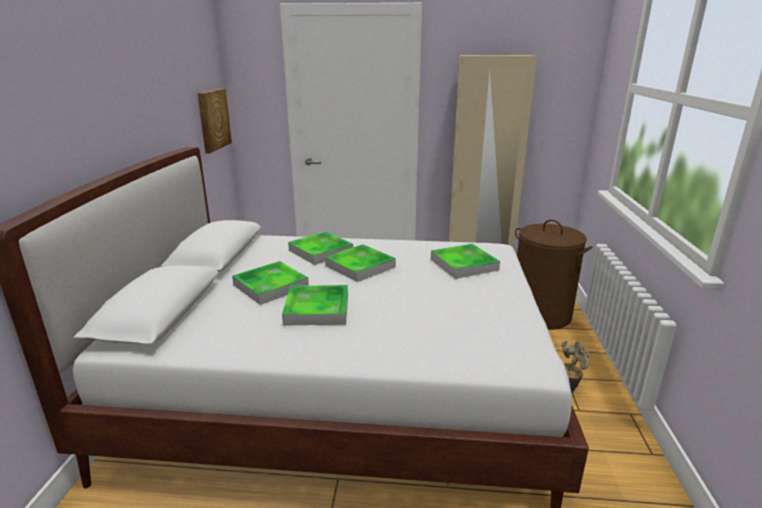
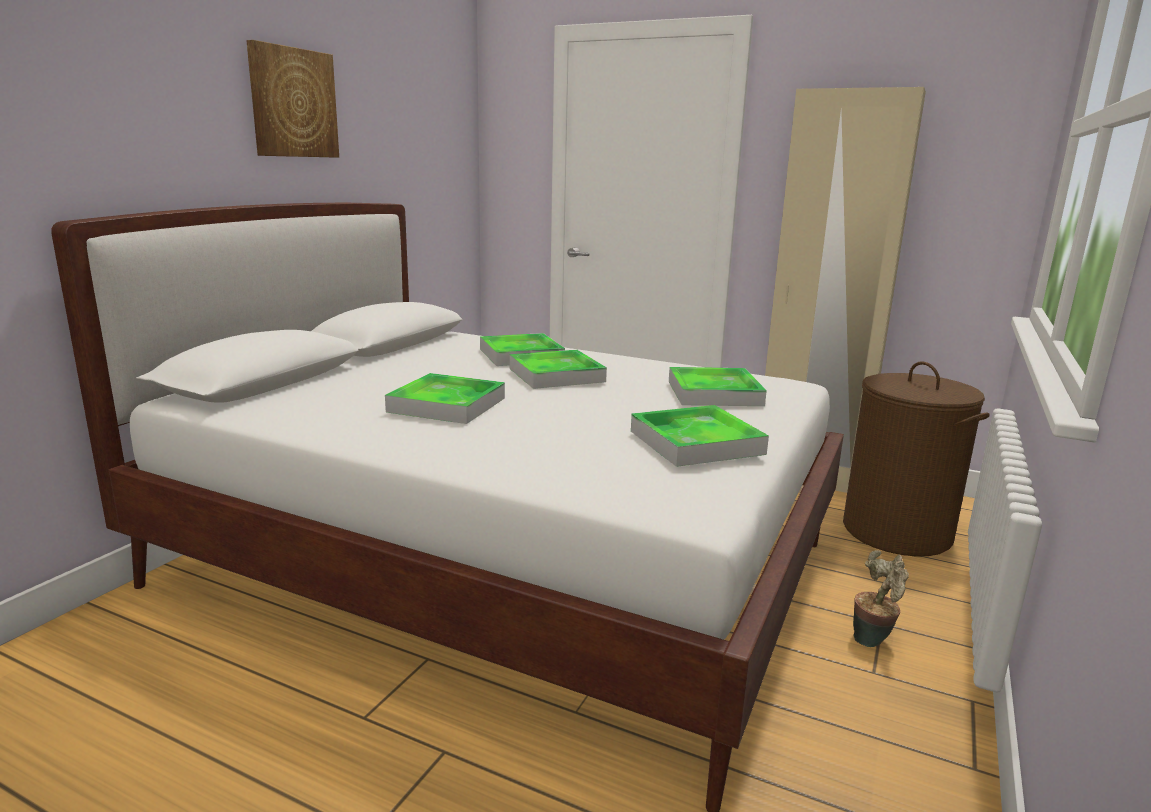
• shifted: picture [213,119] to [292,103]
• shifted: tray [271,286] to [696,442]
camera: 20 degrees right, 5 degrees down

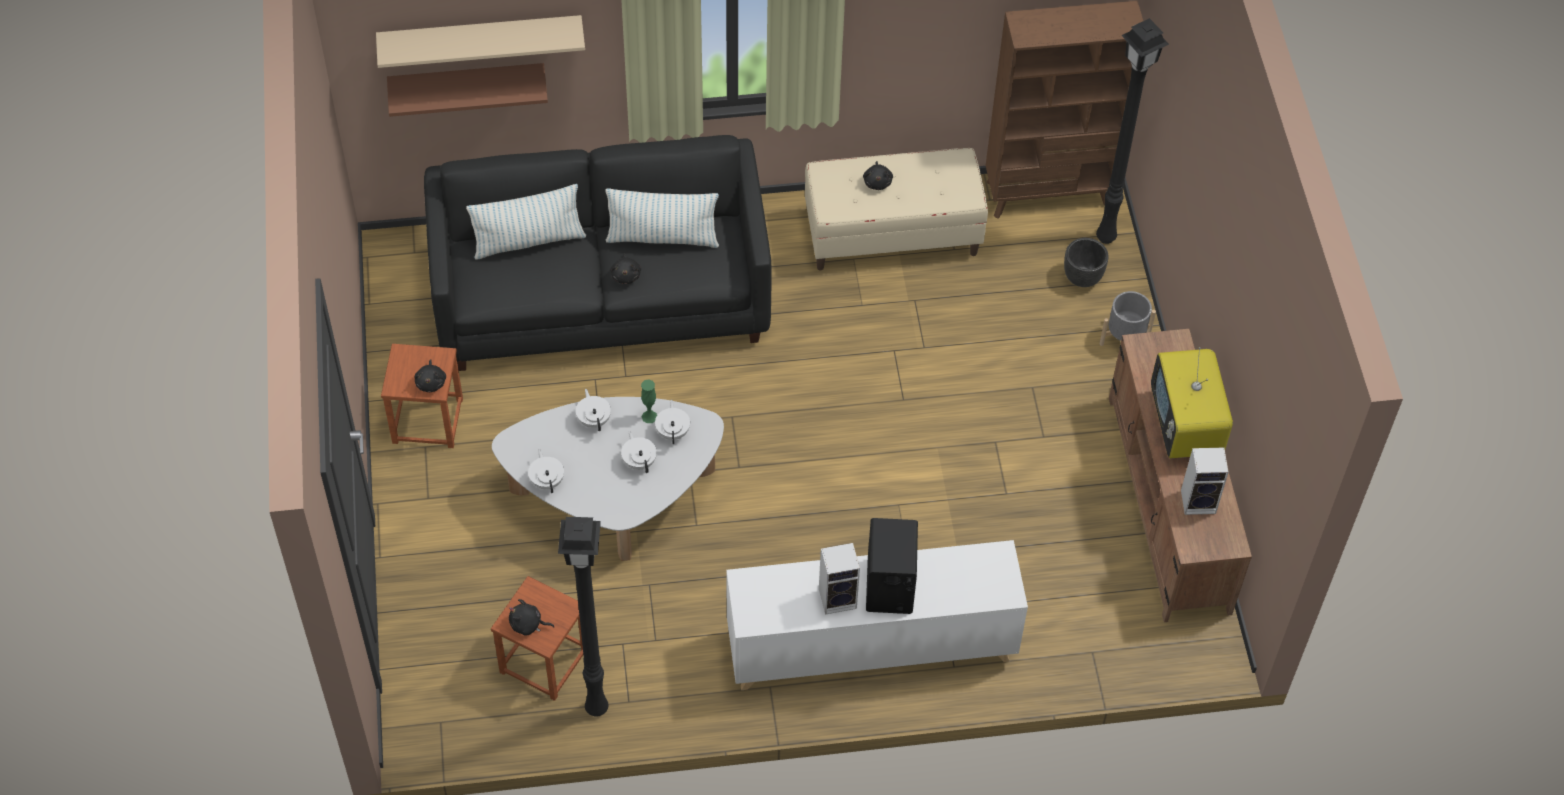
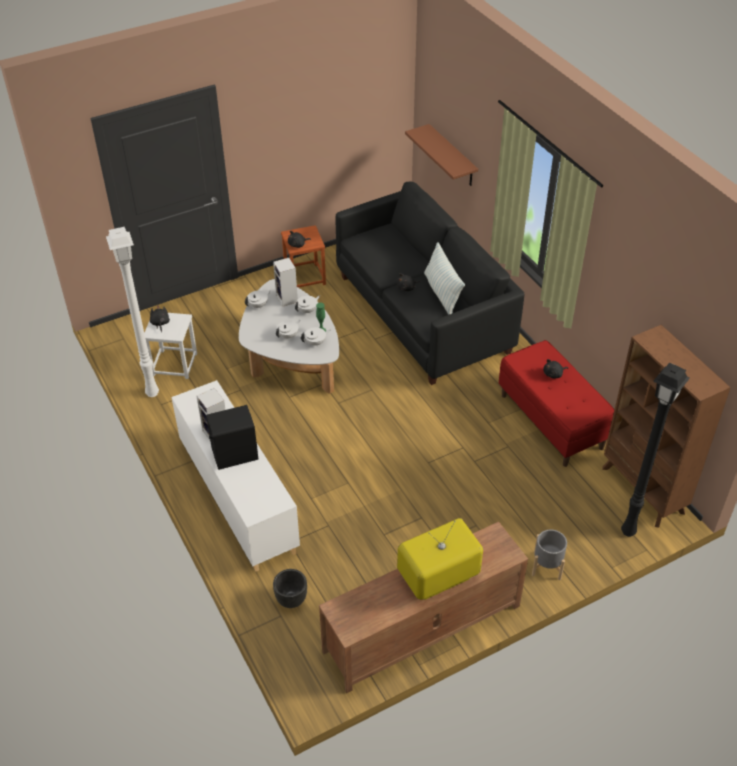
• gone: beige-coloured wall shelf [480,38]
• gone: cushion [528,241]
• repainted: brownish stool seat [545,661] to whitish stool seat [174,364]
• repainted: black-coloured floor lamp [595,709] to whitish floor lamp [151,393]
• repainted: beige-coloured long seat [892,235] to red long seat [551,421]
• shifted: black-coloured plant pot [1082,278] to [291,599]
• shifted: loudspeaker [1199,501] to [287,299]
camera: 70 degrees right, 10 degrees down

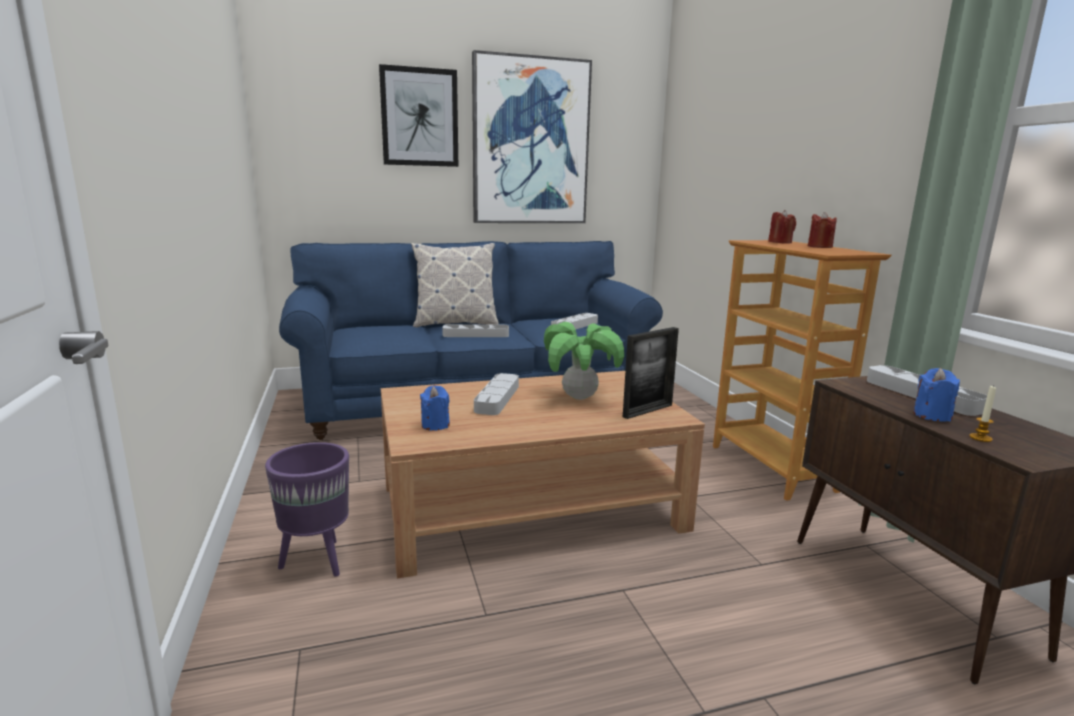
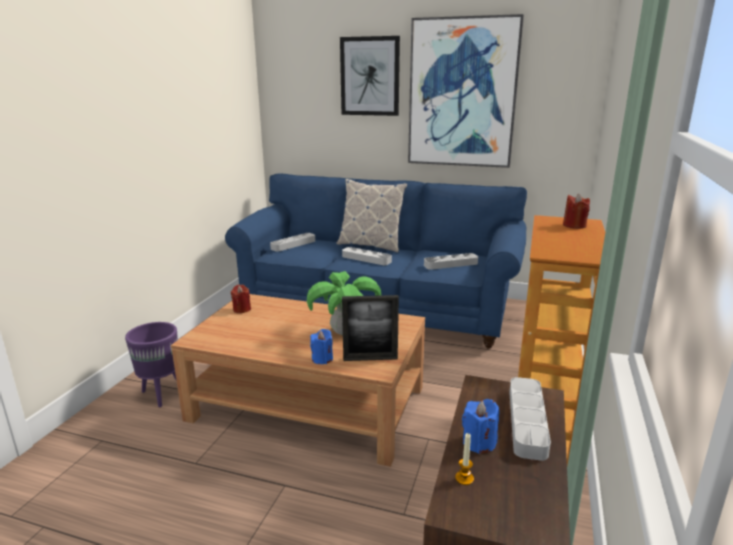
• shifted: blue candle [435,425] to [322,359]
• shifted: grey tray [497,398] to [293,244]
• shifted: red candle [819,247] to [242,309]
camera: 35 degrees right, 5 degrees up

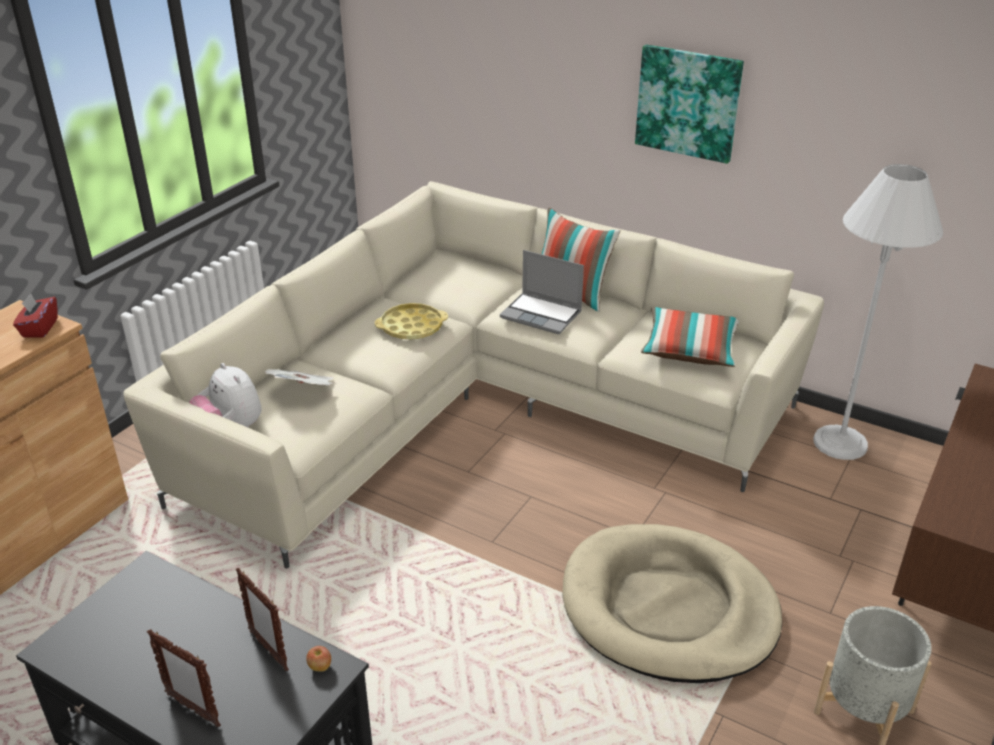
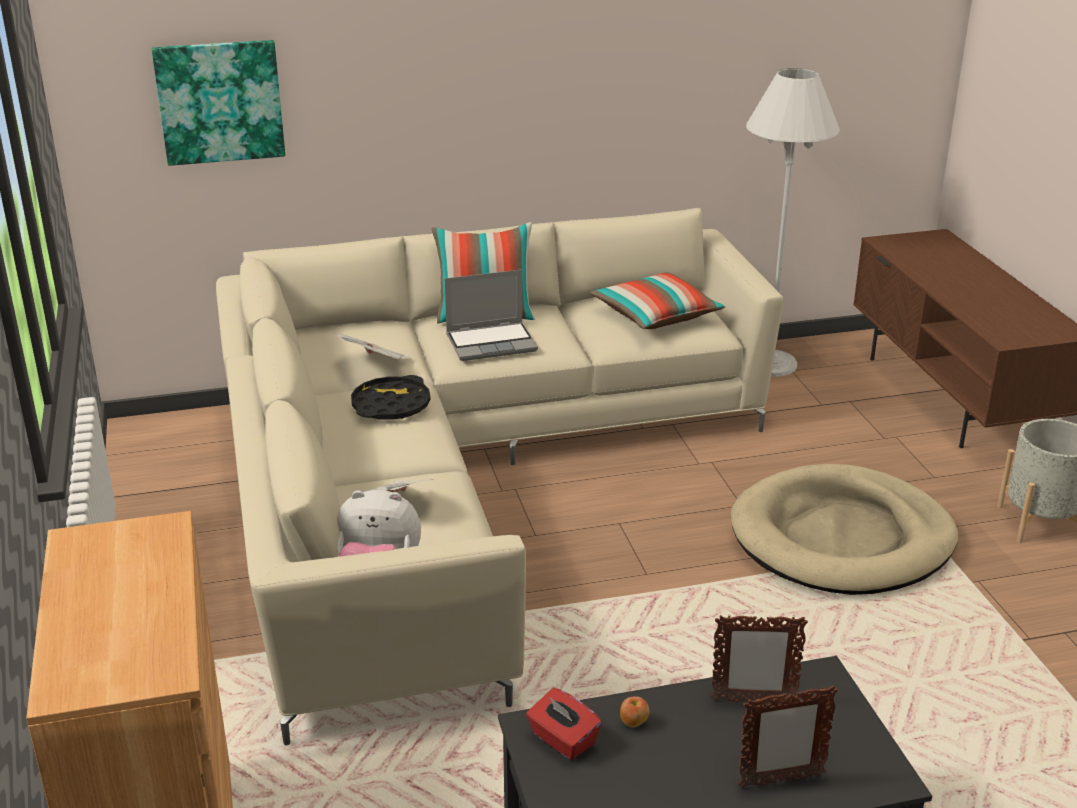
• shifted: red tissue holder [39,328] to [562,740]
• shifted: apple [320,667] to [634,723]
• repainted: yellow tray [411,327] to black-coloured tray [391,405]
• shifted: picture [688,103] to [220,102]
• new: daily paper [375,365]
camera: 45 degrees left, 5 degrees down

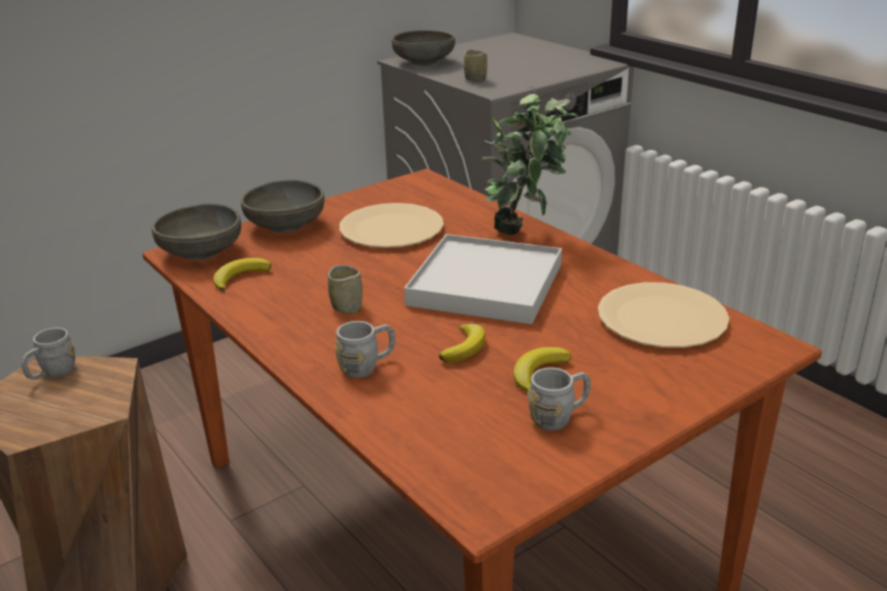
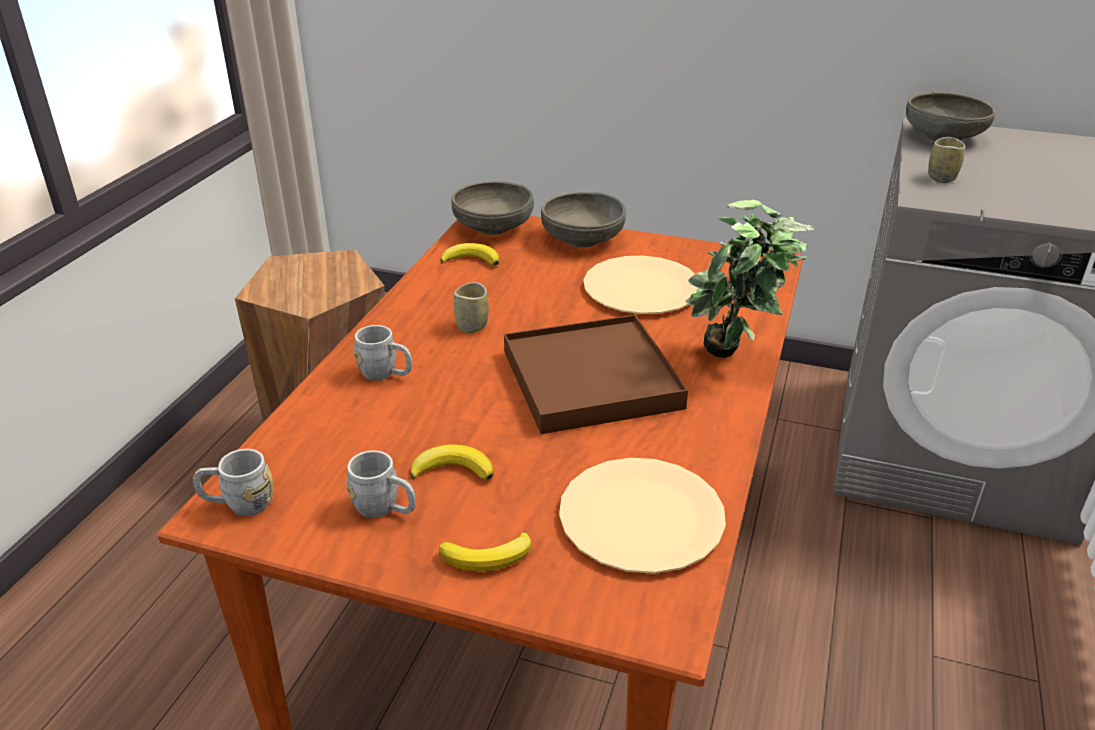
• shifted: grey coffee mug [52,374] to [238,504]
• repainted: whitish tray [486,284] to brownish tray [591,379]
• shifted: whole banana [465,347] to [488,557]
camera: 55 degrees right, 5 degrees up

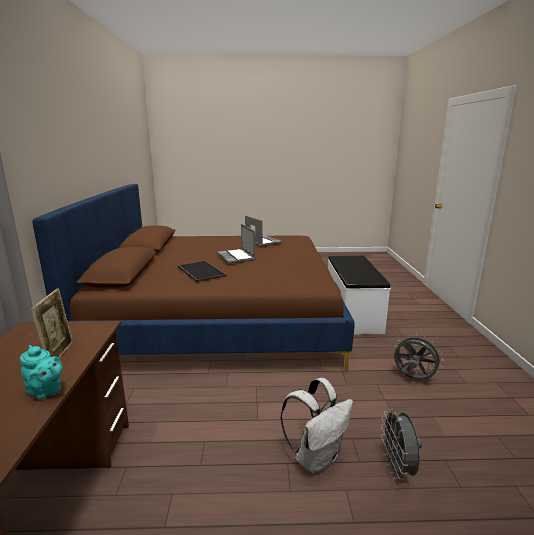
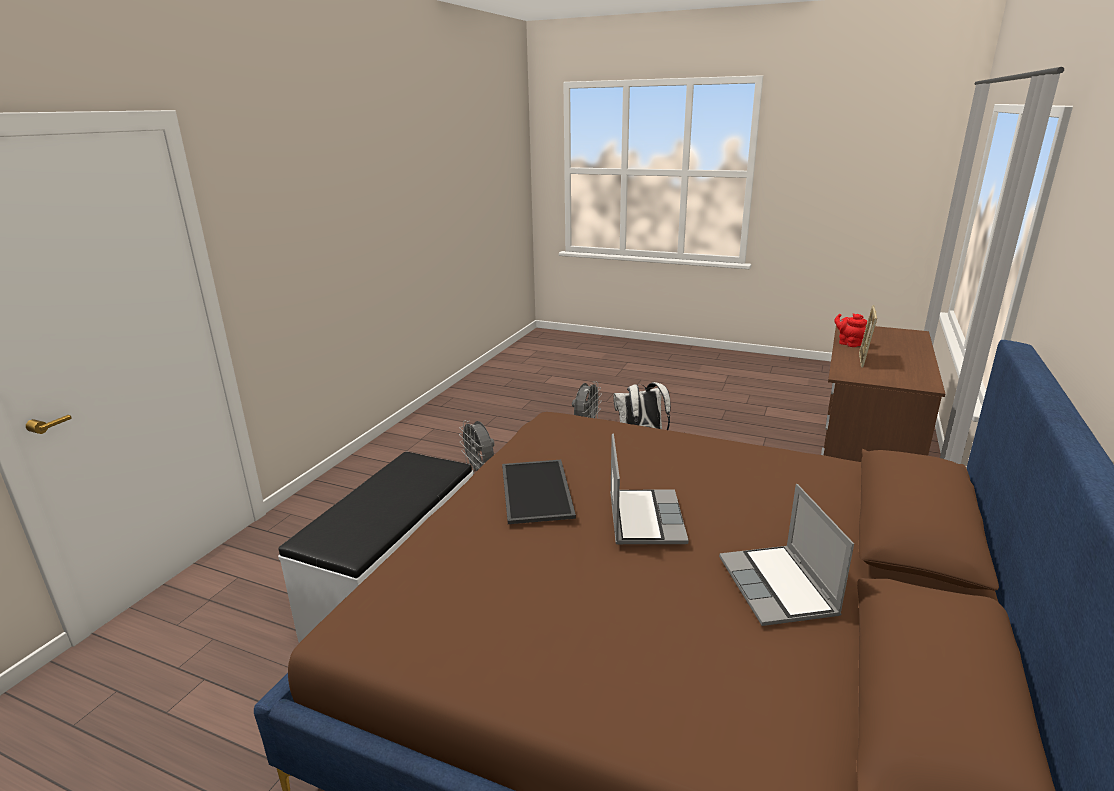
• repainted: turquoise teapot [46,392] to red teapot [848,343]
• shifted: tray [200,271] to [538,491]
• shifted: portable computer [262,241] to [779,587]
camera: 155 degrees left, 5 degrees up

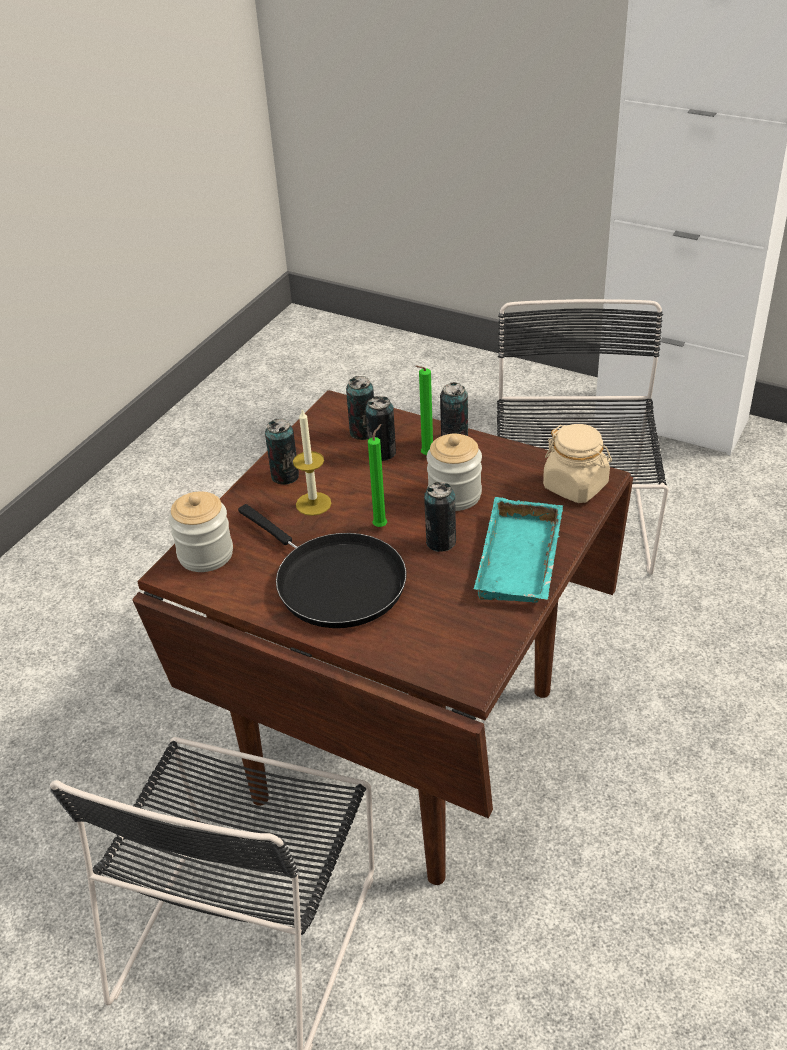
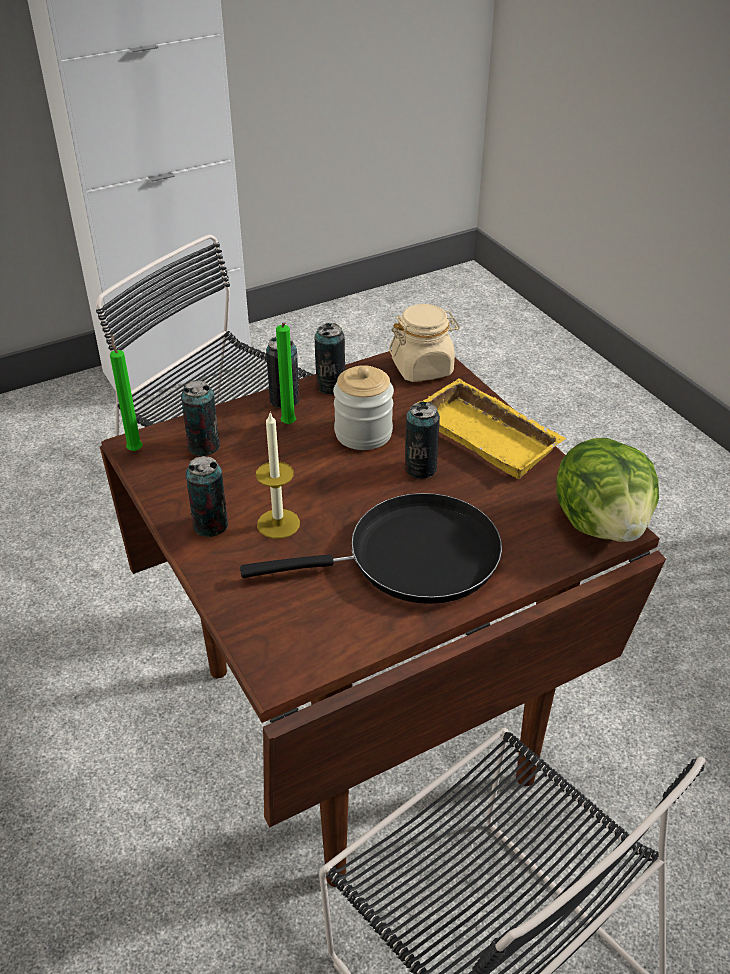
• gone: storage jar [205,554]
• shifted: metal can [382,453] to [331,386]
• shifted: green candle [381,525] to [135,449]
• repainted: turquoise tray [523,561] to yellow tray [491,435]
• new: head of lettuce [602,523]
camera: 60 degrees left, 0 degrees up

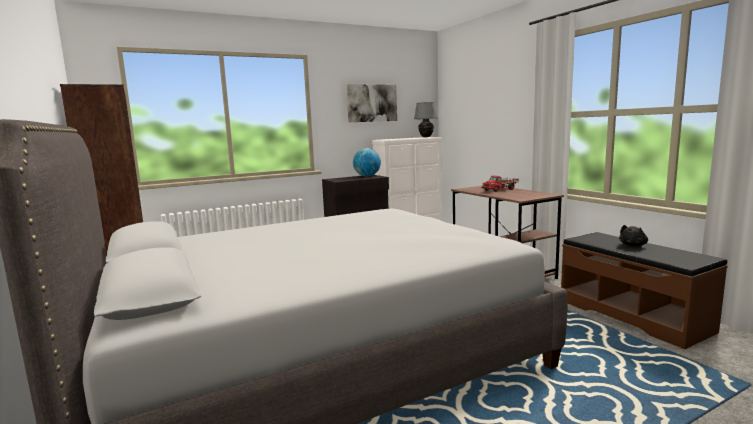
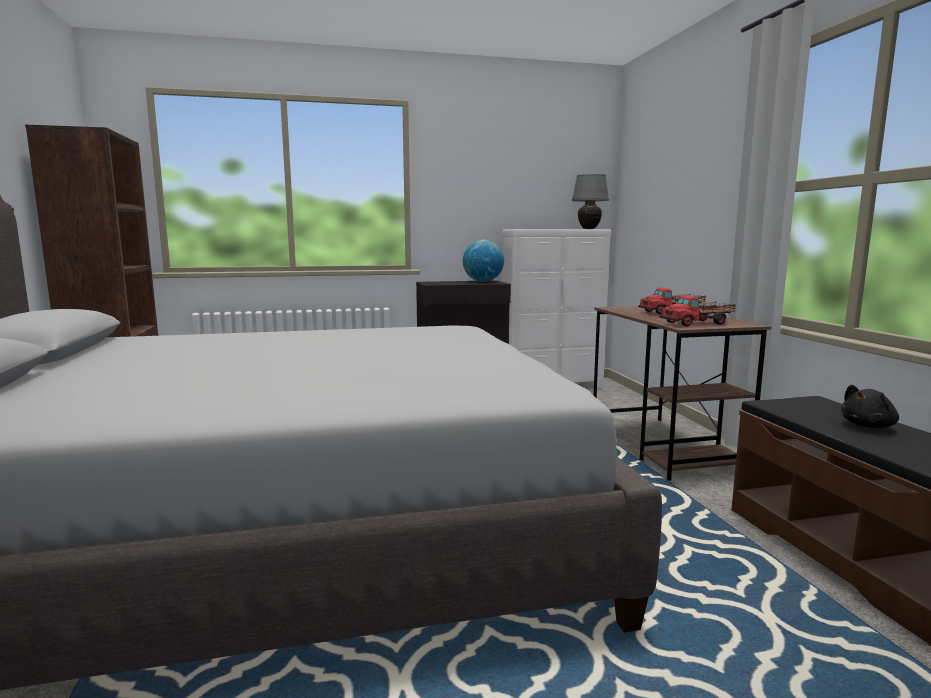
• gone: picture [372,103]
• new: toy truck [698,323]
camera: 15 degrees right, 0 degrees up

